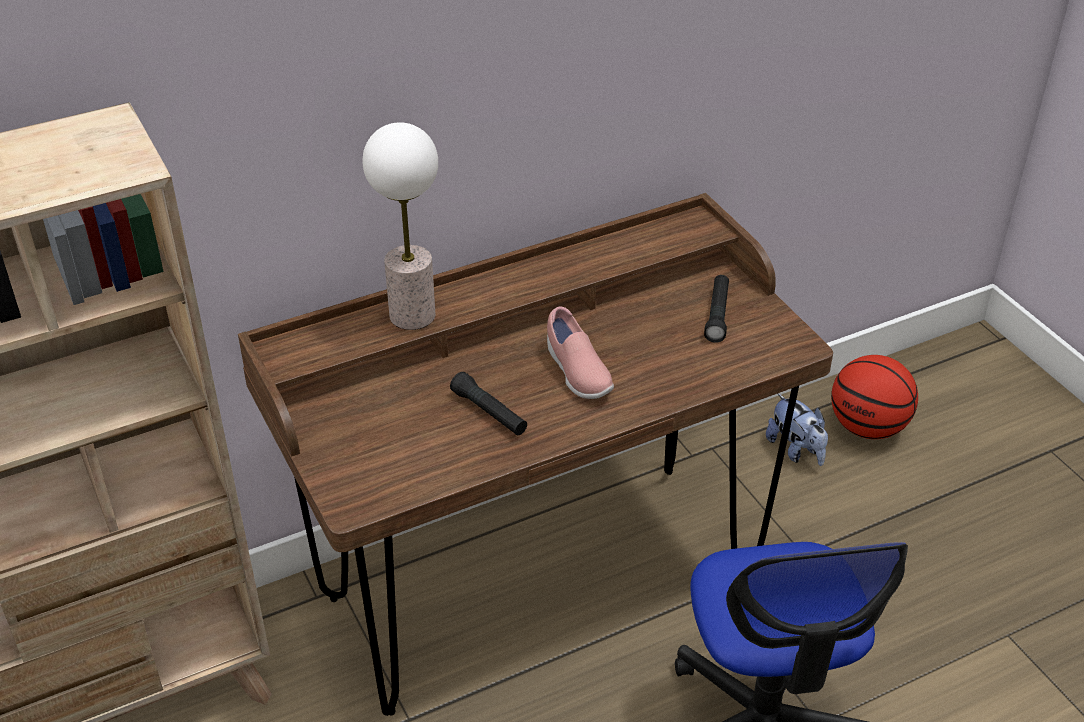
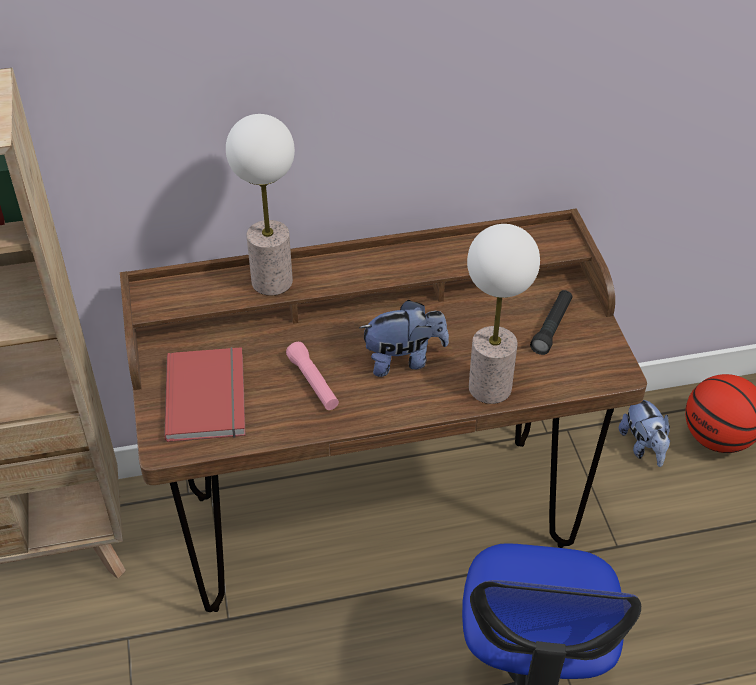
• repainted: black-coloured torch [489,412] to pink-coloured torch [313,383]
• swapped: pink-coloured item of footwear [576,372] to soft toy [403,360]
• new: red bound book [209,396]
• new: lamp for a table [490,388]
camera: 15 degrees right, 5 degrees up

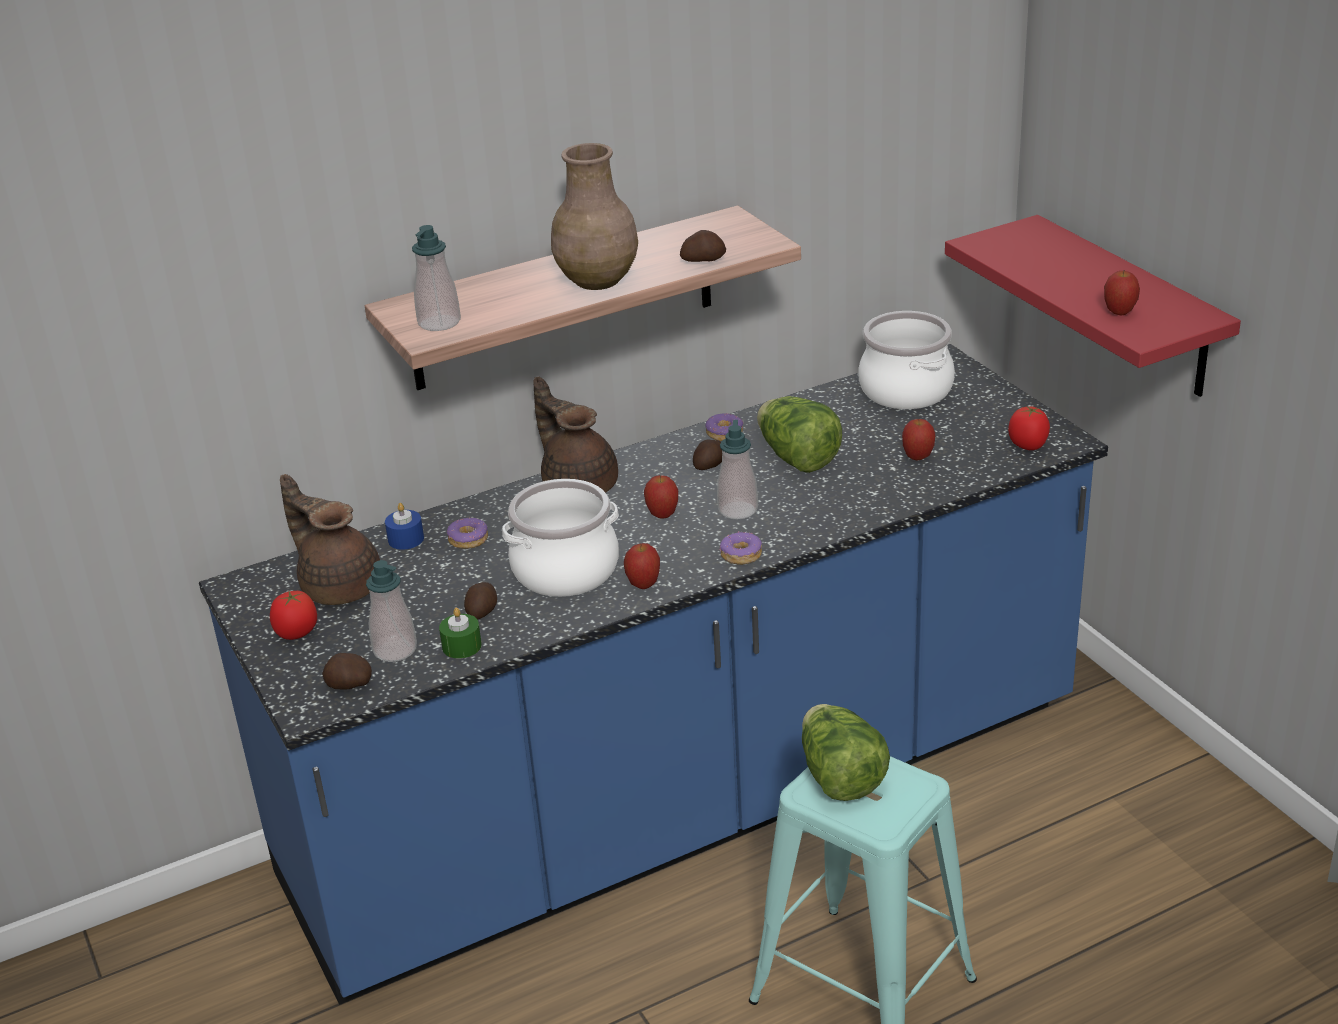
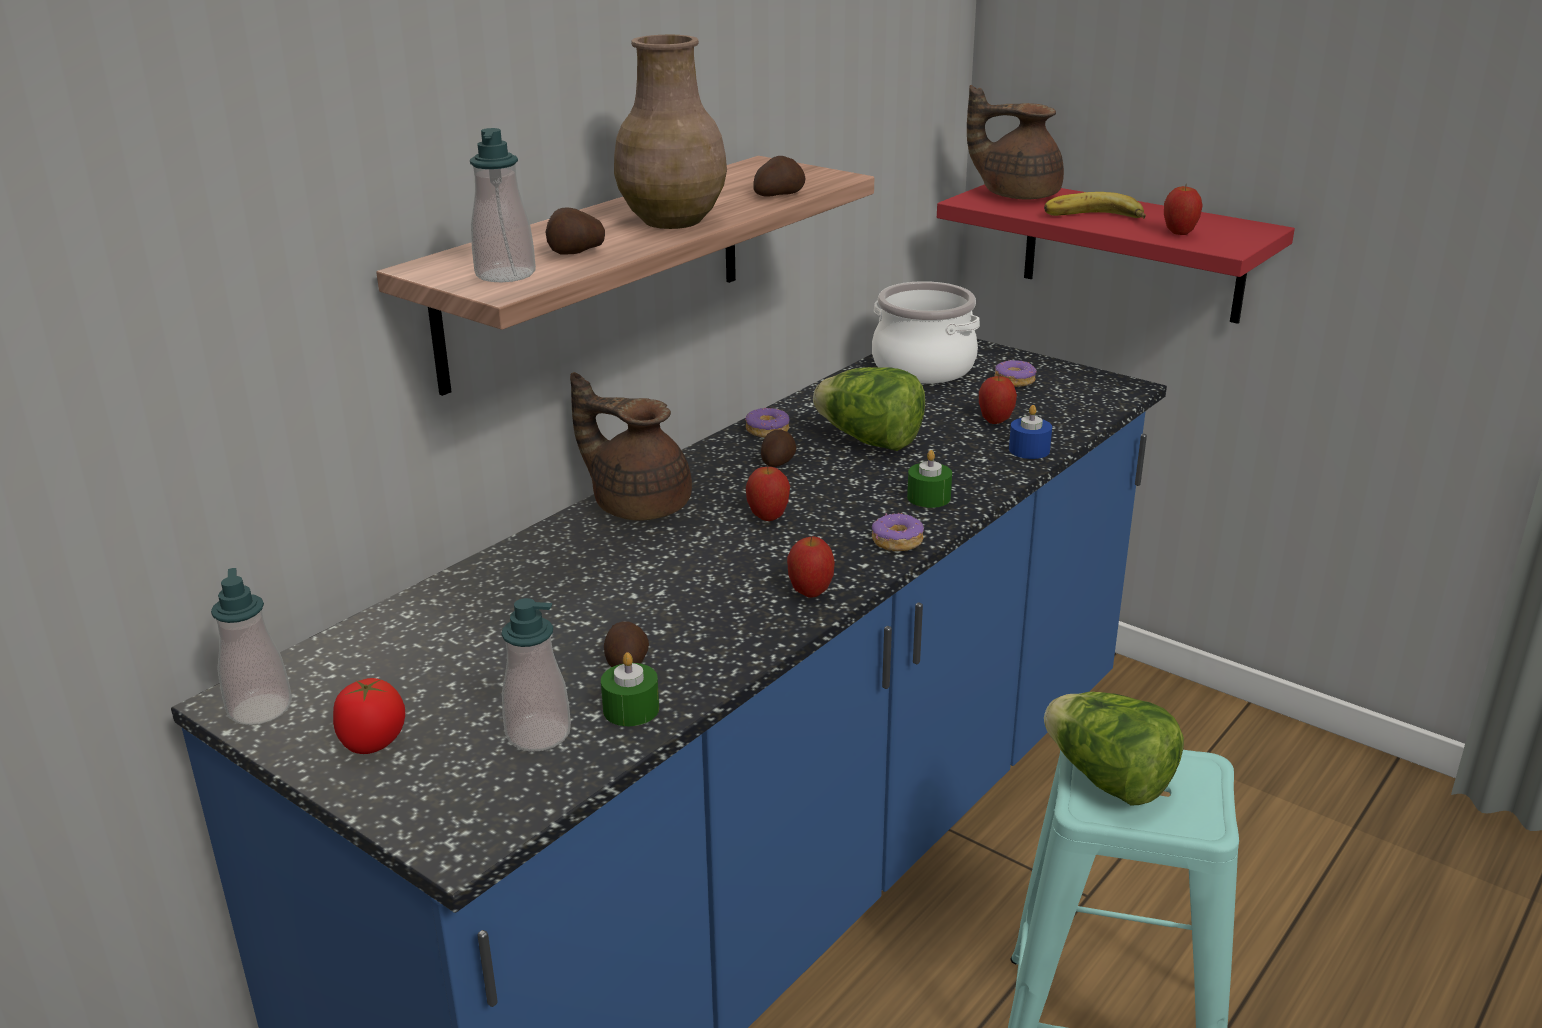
• shifted: brownish teapot [339,585] to [1017,194]
• shifted: spud [349,685] to [575,253]
• shifted: blue candle [406,539] to [1029,450]
• shifted: ring doughnut [468,539] to [1014,381]
• gone: saucepot [565,570]
• shifted: soap dispenser [737,510] to [260,708]
• gone: whole tomato [1028,445]
• new: green candle [928,497]
• new: whole banana [1094,218]
camera: 25 degrees left, 5 degrees down

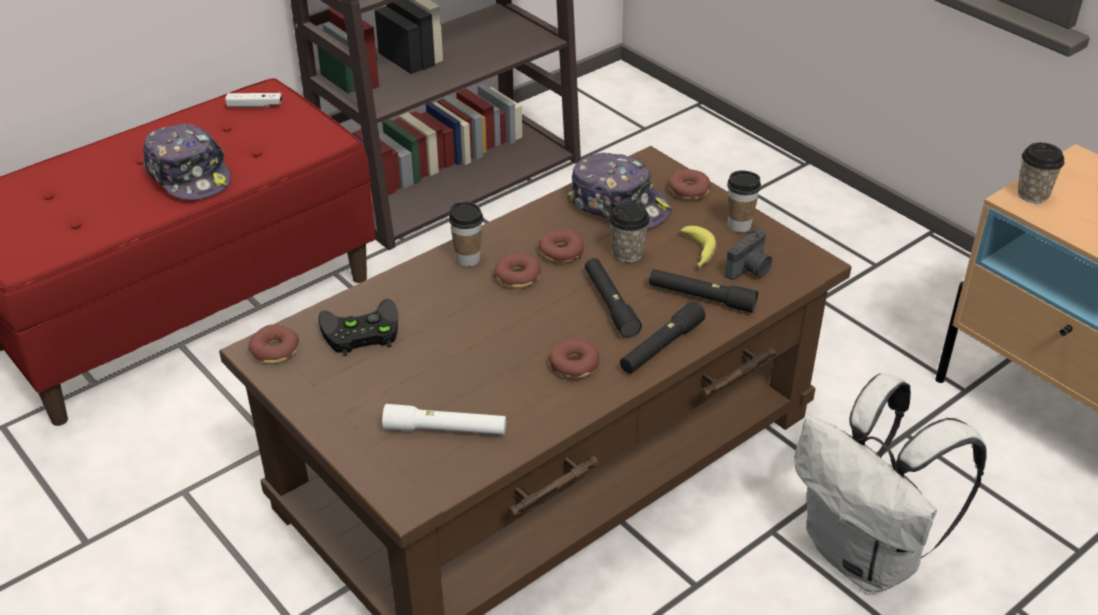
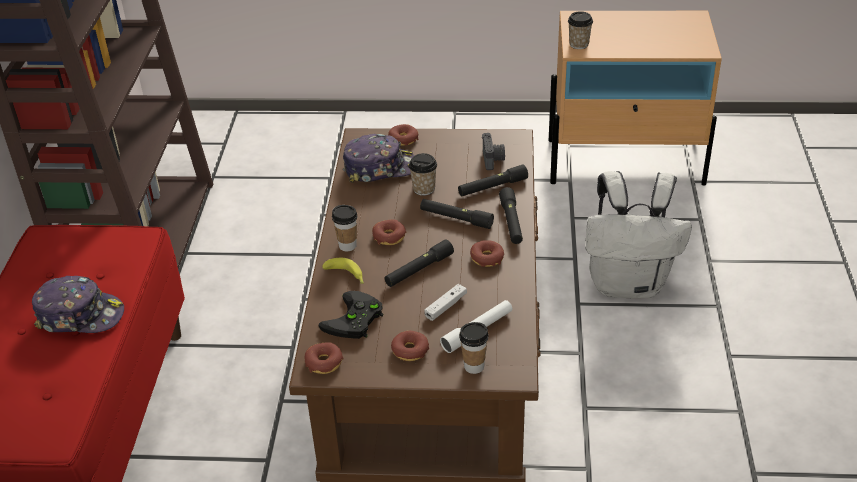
• shifted: whitish joypad [254,106] to [446,306]
• shifted: ring doughnut [561,252] to [410,350]
• shifted: whole banana [697,253] to [347,276]
• shifted: cup [739,225] to [474,366]
• new: black-coloured torch [419,270]
camera: 45 degrees left, 0 degrees up

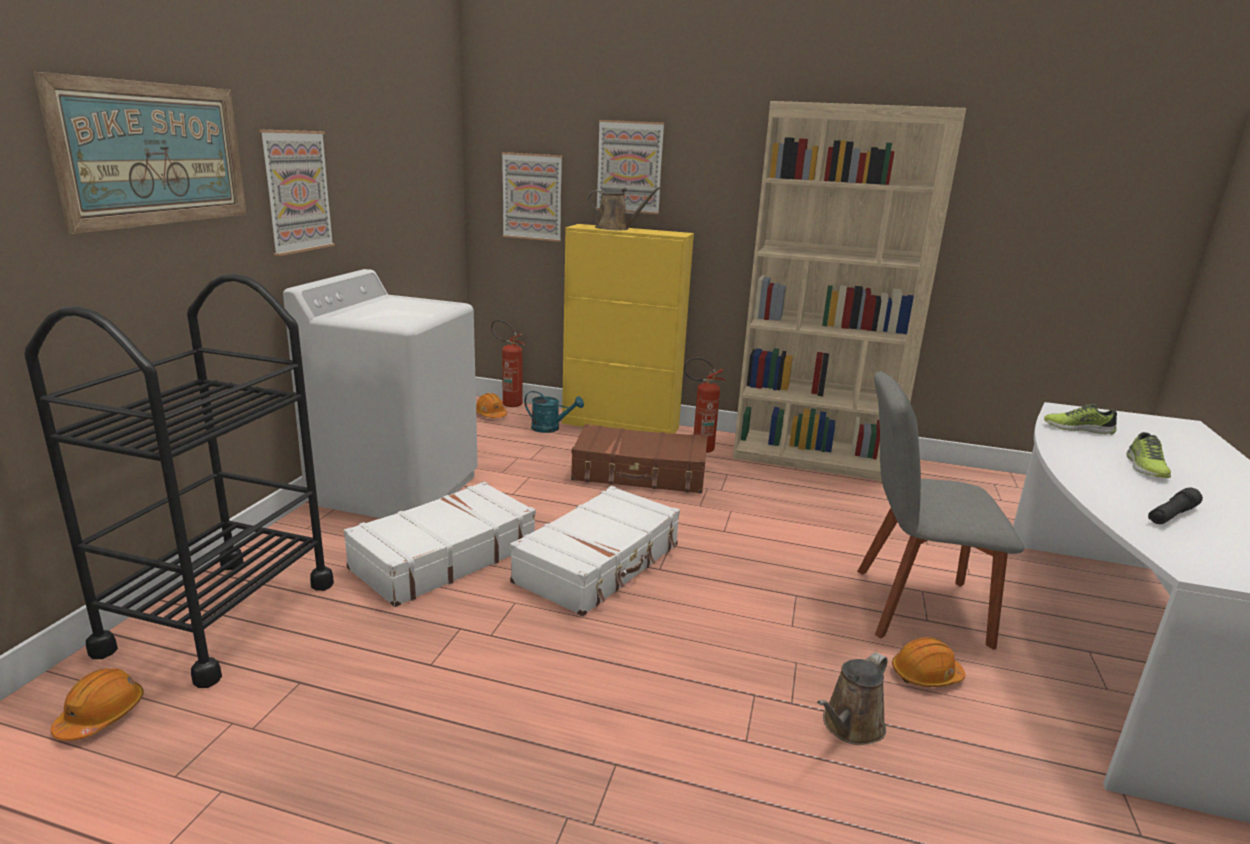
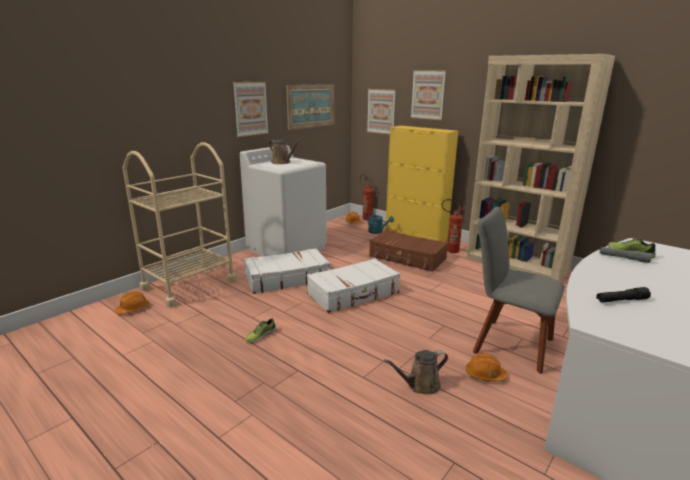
• repainted: black-coloured wheeled cart [220,616] to beige-coloured wheeled cart [189,285]
• shifted: picture [154,154] to [311,106]
• shifted: brownish watering pot [616,228] to [282,162]
• shifted: item of footwear [1145,467] to [260,335]
• new: grey torch [623,258]
camera: 25 degrees right, 0 degrees up

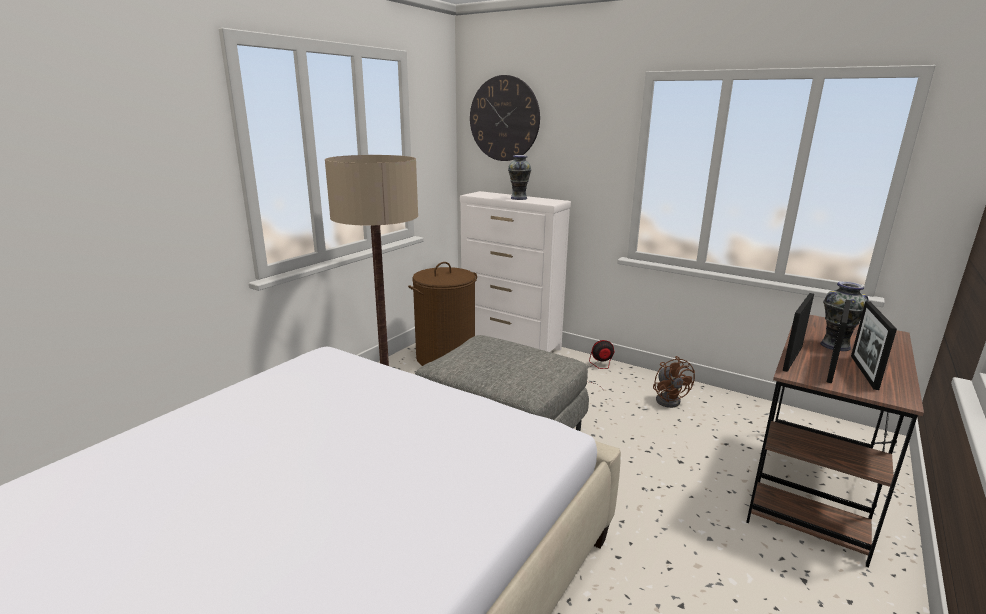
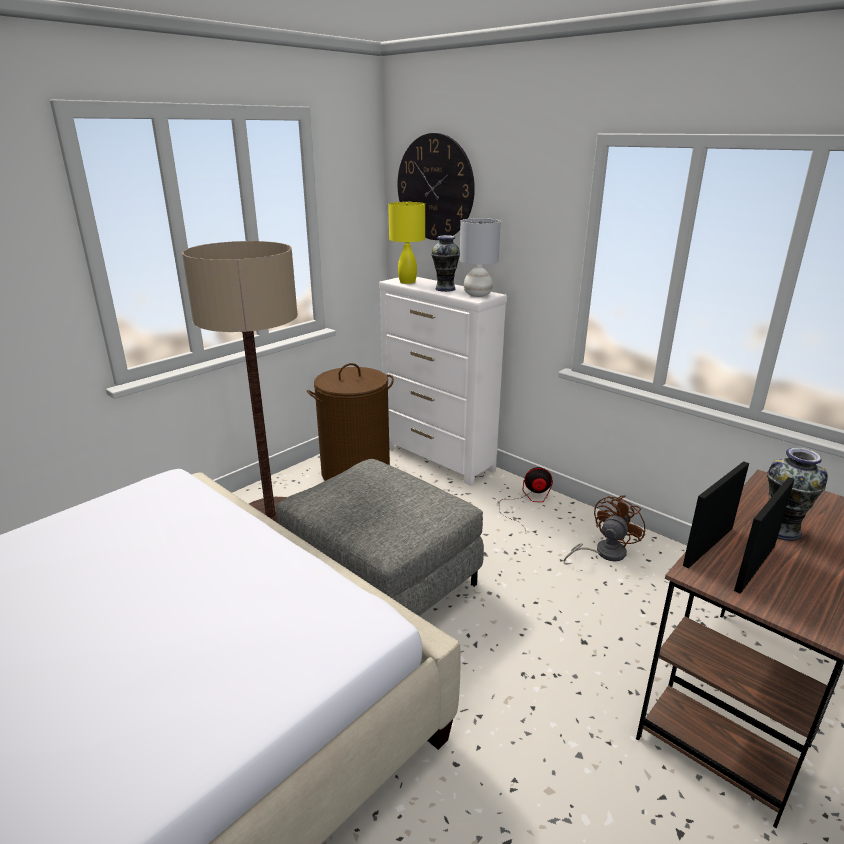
• rotated: brownish cooling fan [669,399] = [603,553] 135 degrees counterclockwise
• gone: photo frame [864,372]
• new: yellow lamp for a table [407,282]
• new: grey lamp for a table [477,295]
camera: 10 degrees right, 5 degrees up

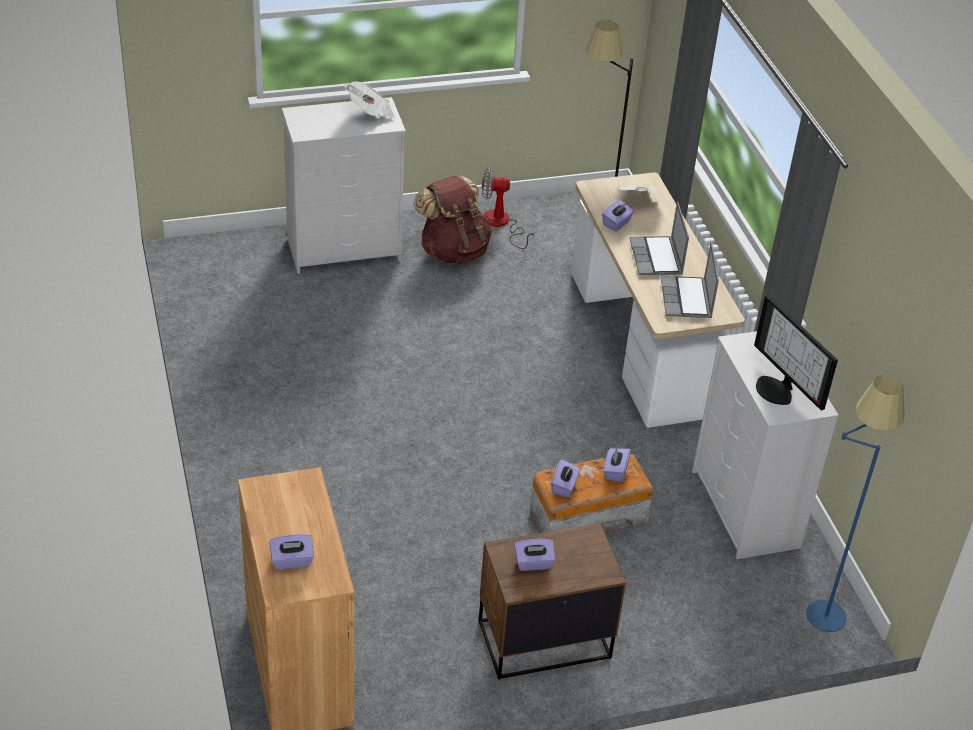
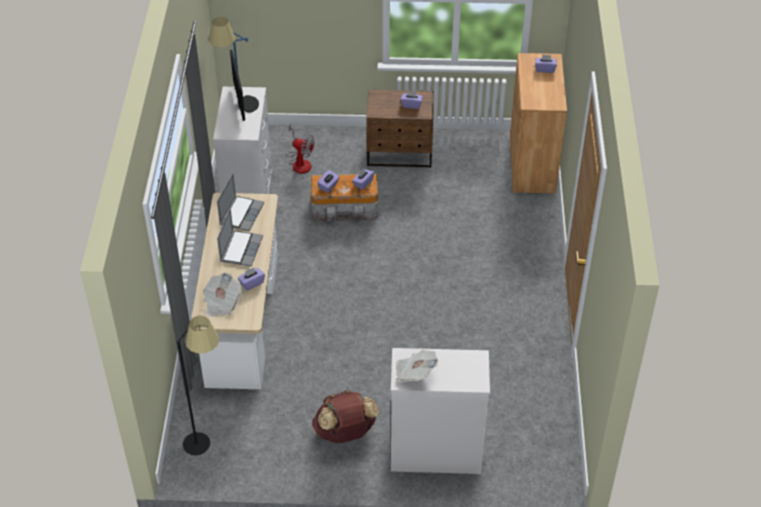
• shifted: cooling fan [501,224] to [300,162]
camera: 160 degrees left, 5 degrees up

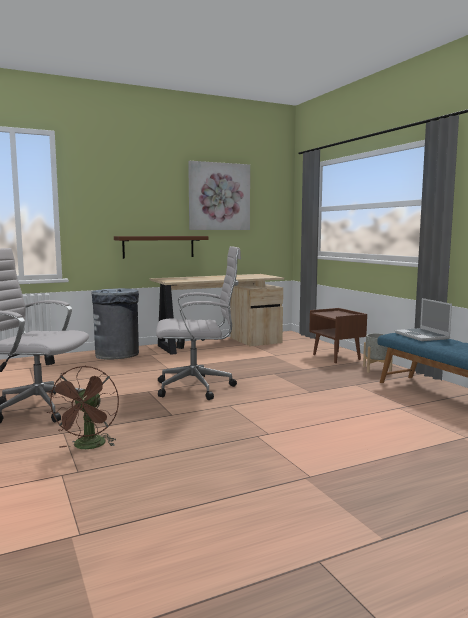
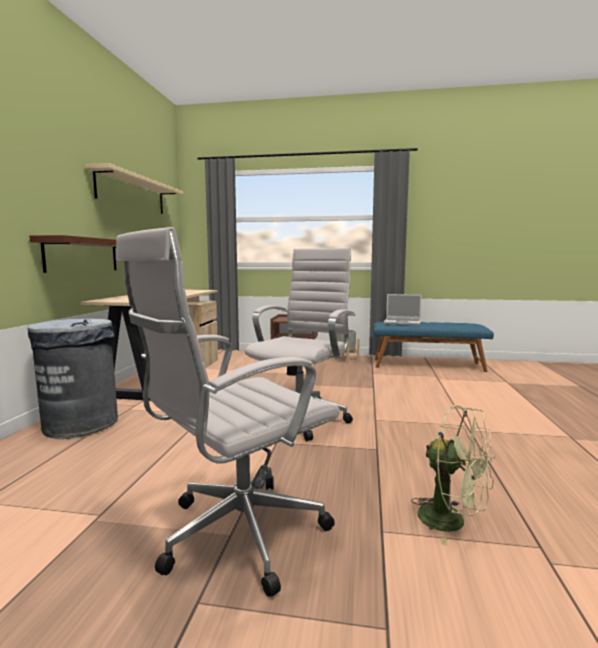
• repainted: brownish cooling fan [88,447] to green cooling fan [452,521]
• swapped: picture [219,196] to beige-coloured wall shelf [132,193]
camera: 55 degrees left, 0 degrees up

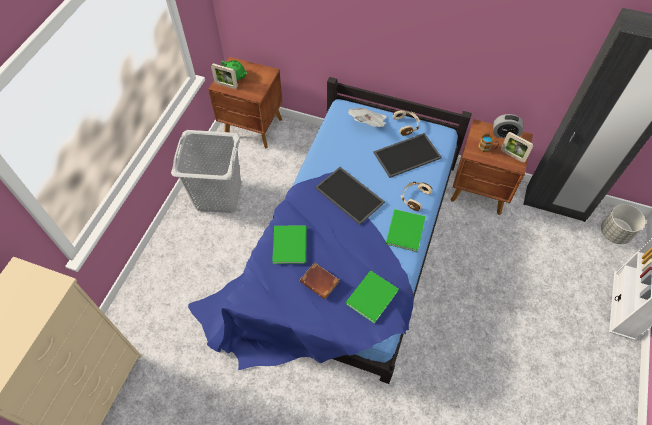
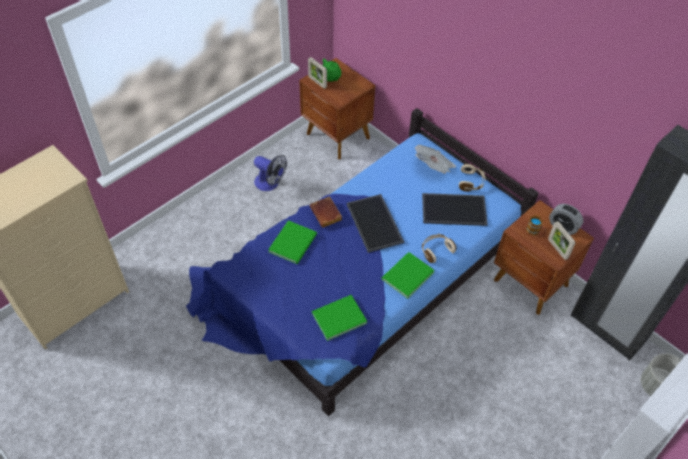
• swapped: grey hamper [218,195] to cooling fan [270,184]
• shifted: brownish bound book [321,282] to [327,214]
camera: 25 degrees right, 5 degrees down

